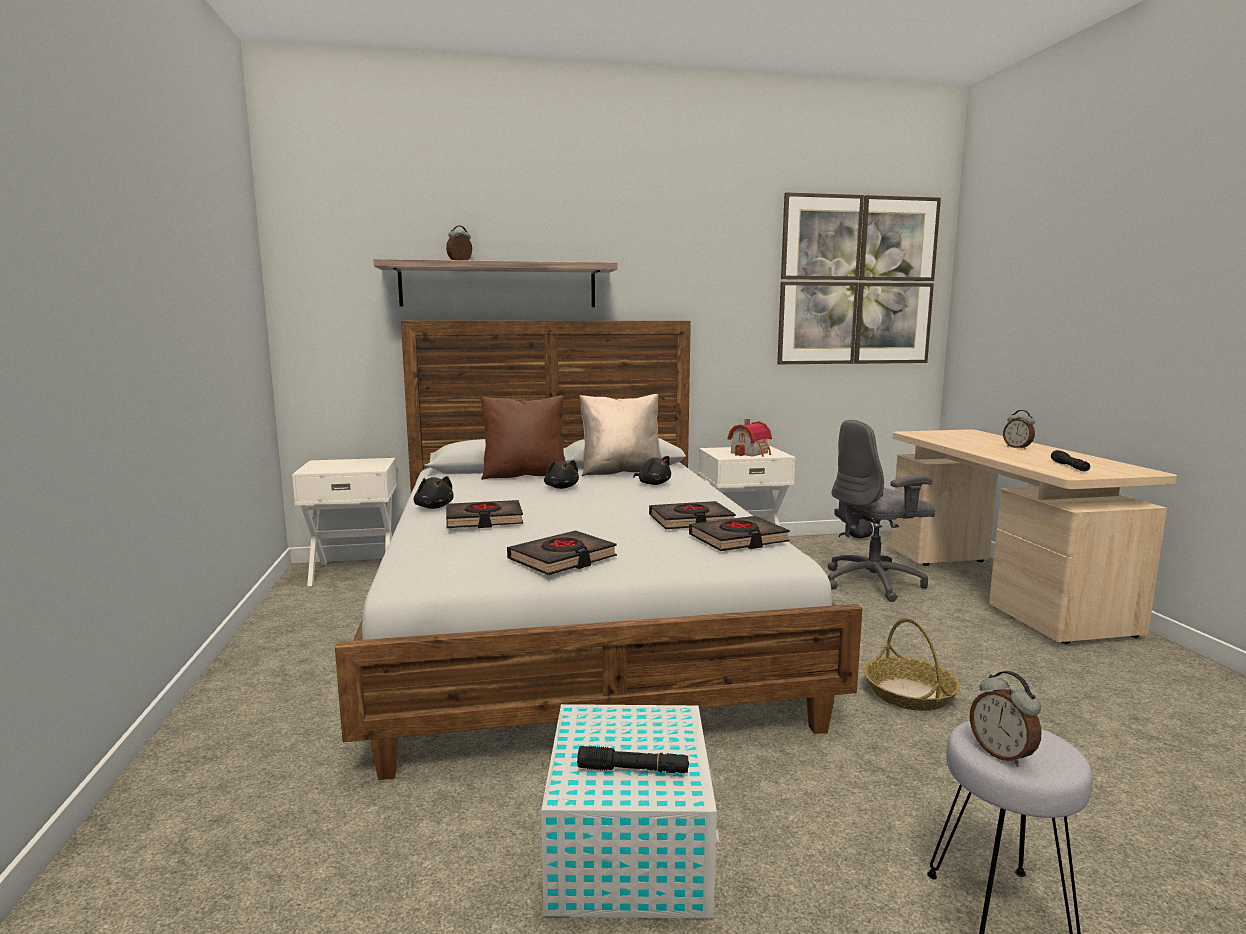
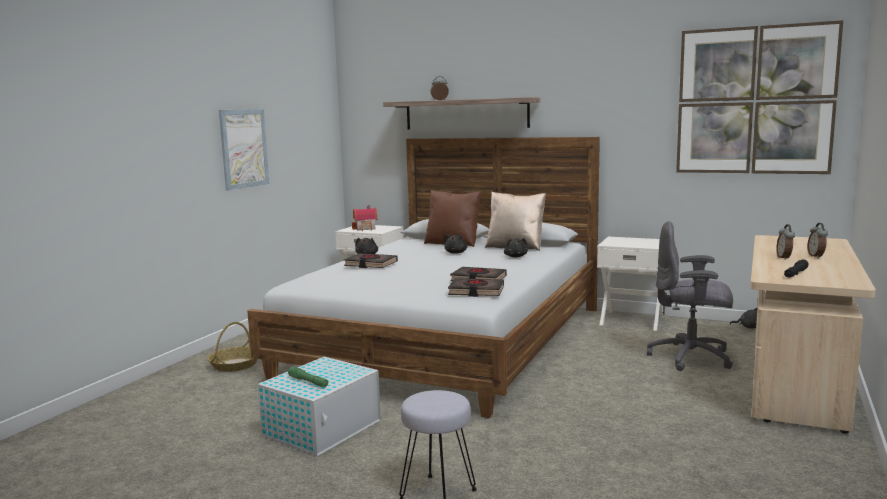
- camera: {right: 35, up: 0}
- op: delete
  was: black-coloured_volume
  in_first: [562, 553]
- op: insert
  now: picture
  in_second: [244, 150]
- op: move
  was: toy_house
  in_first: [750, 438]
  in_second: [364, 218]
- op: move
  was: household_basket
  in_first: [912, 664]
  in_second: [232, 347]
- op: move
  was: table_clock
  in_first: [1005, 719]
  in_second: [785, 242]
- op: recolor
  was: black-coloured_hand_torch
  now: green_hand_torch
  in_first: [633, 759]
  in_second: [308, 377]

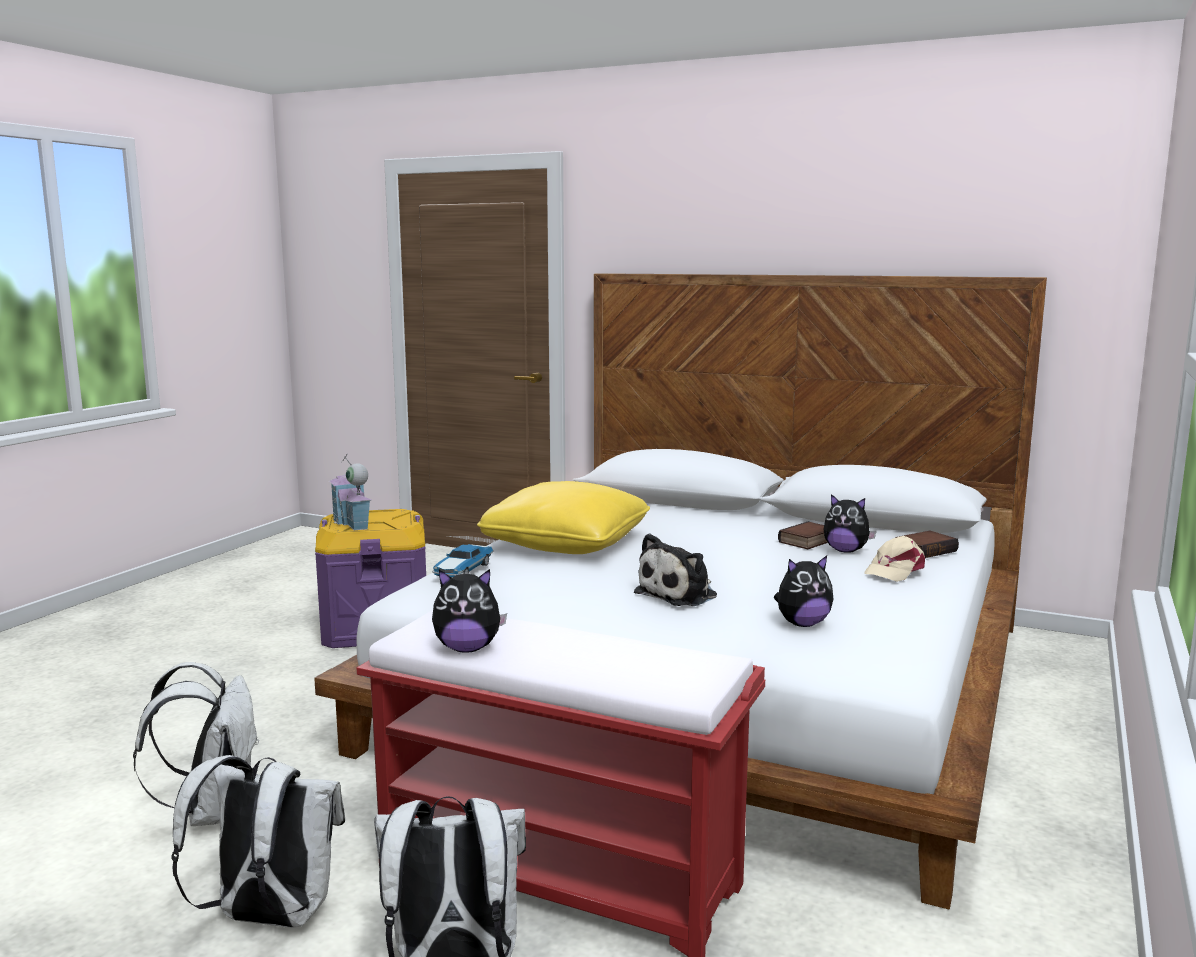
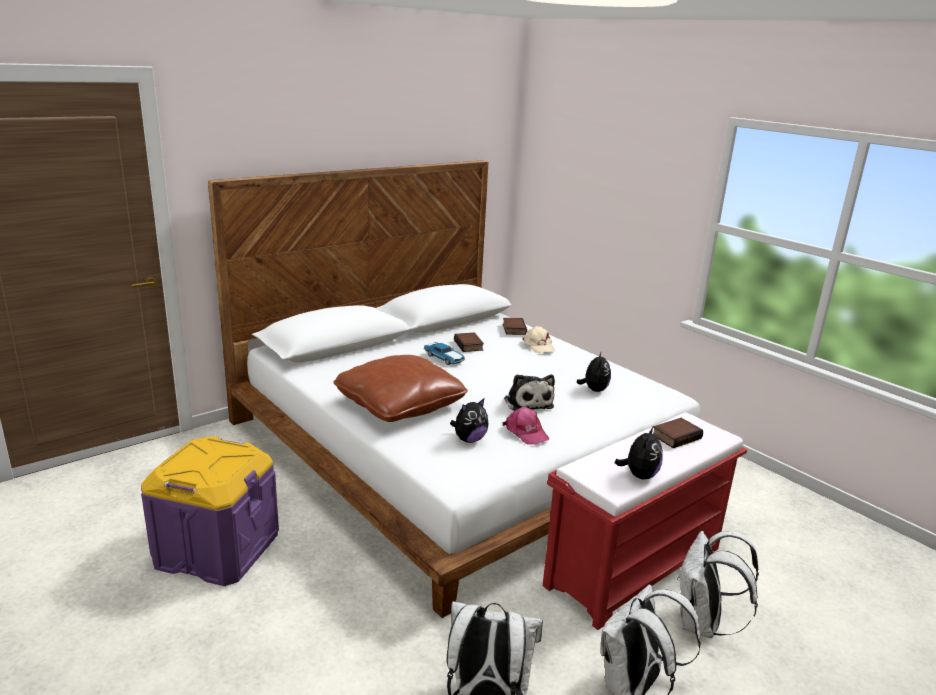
- camera: {right: -65, up: 10}
- op: delete
  was: toy_house
  in_first: [350, 492]
- op: insert
  now: pink-coloured_cap
  in_second: [526, 426]
- op: insert
  now: volume
  in_second: [678, 433]
- op: move
  was: model_car
  in_first: [462, 560]
  in_second: [444, 353]
- op: move
  was: soft_toy
  in_first: [849, 523]
  in_second: [469, 420]
- op: recolor
  was: yellowish_throw_pillow
  now: brown_throw_pillow
  in_first: [563, 517]
  in_second: [400, 388]

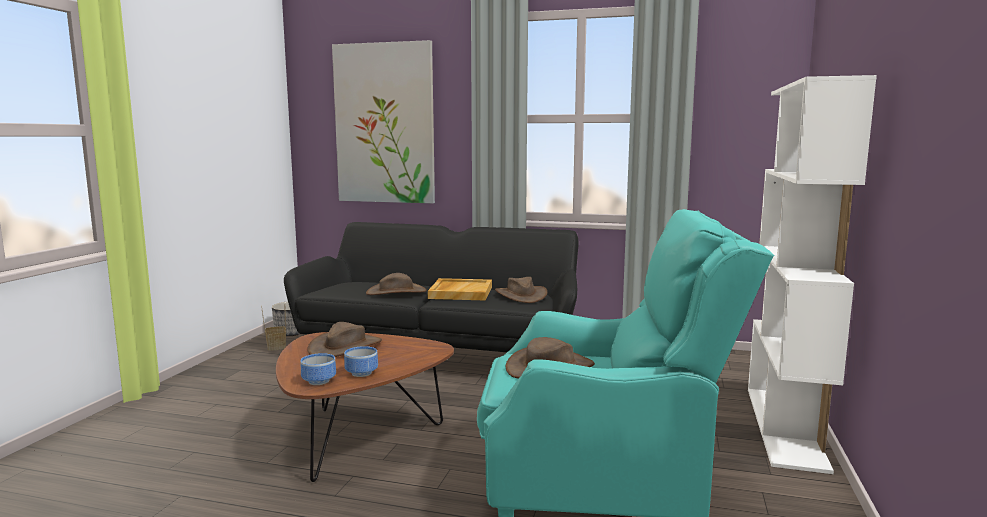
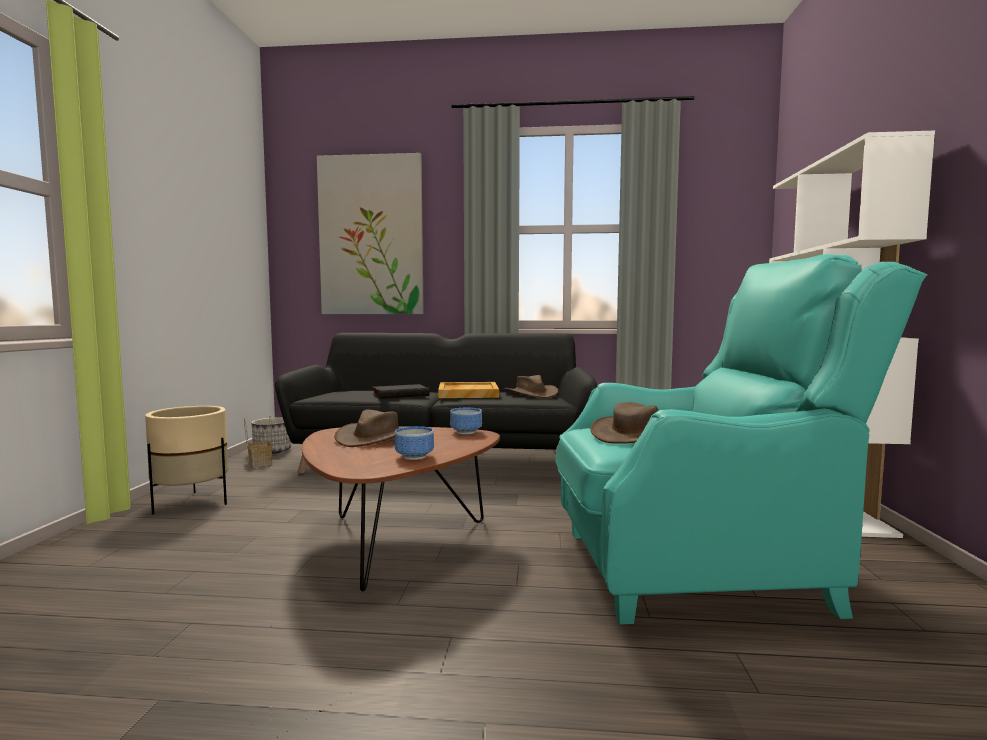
- camera: {right: -10, up: -5}
- op: insert
  now: sand-coloured_plant_pot
  in_second: [187, 460]
- op: move
  was: serving_bowl
  in_first: [318, 369]
  in_second: [466, 421]
- op: replace
  was: brown_wearable_hat
  now: black-coloured_volume
  in_first: [396, 284]
  in_second: [400, 391]

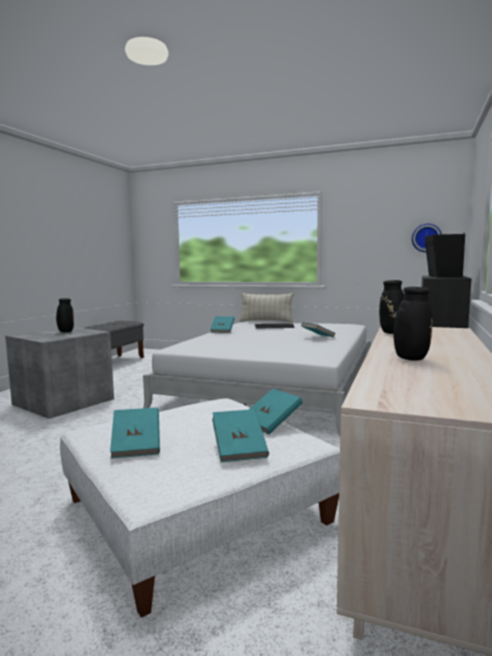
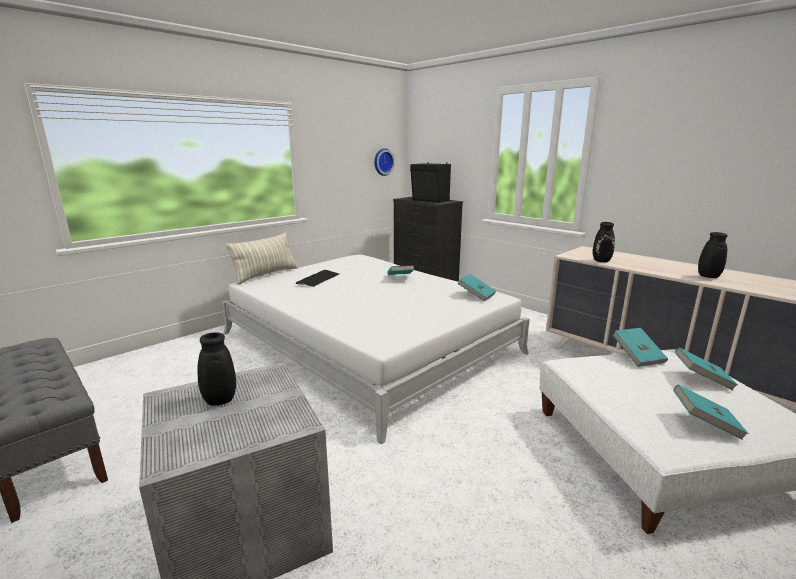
- camera: {right: -65, up: 10}
- op: move
  was: turquoise-coloured_volume
  in_first: [222, 324]
  in_second: [476, 288]

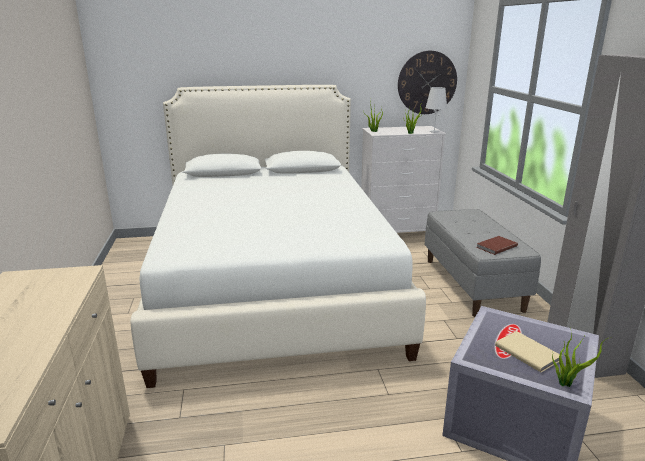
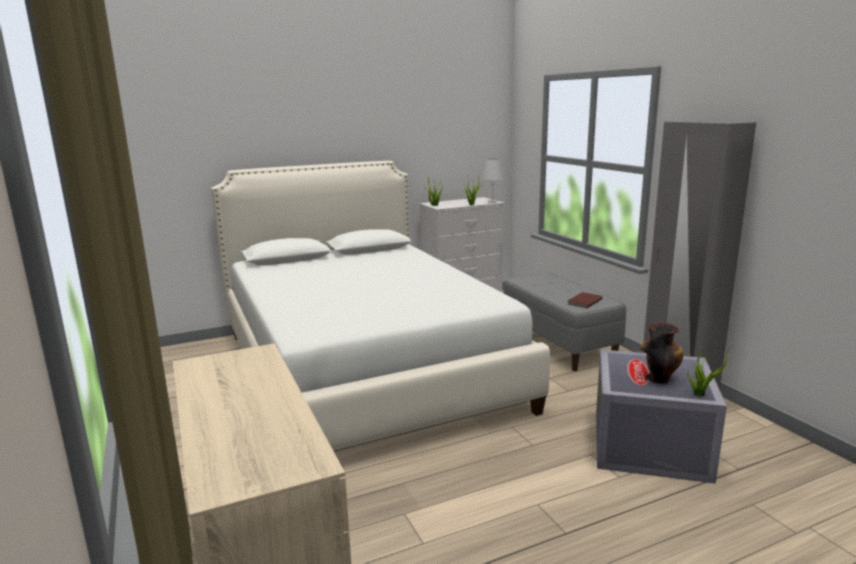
- camera: {right: -15, up: -5}
- op: delete
  was: hanging_clock
  in_first: [427, 82]
- op: replace
  was: sand-coloured_volume
  now: flower_vase
  in_first: [527, 351]
  in_second: [661, 353]

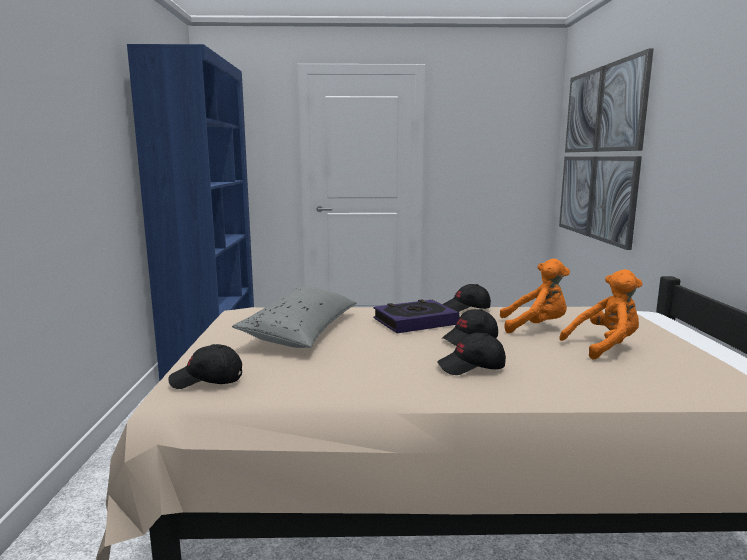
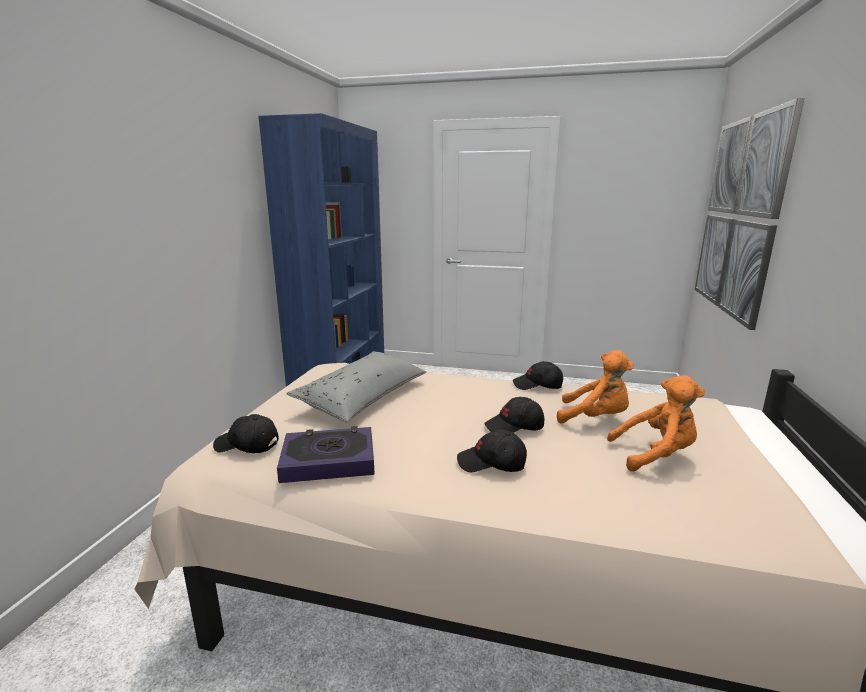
- camera: {right: 15, up: 5}
- op: move
  was: volume
  in_first: [416, 316]
  in_second: [325, 454]

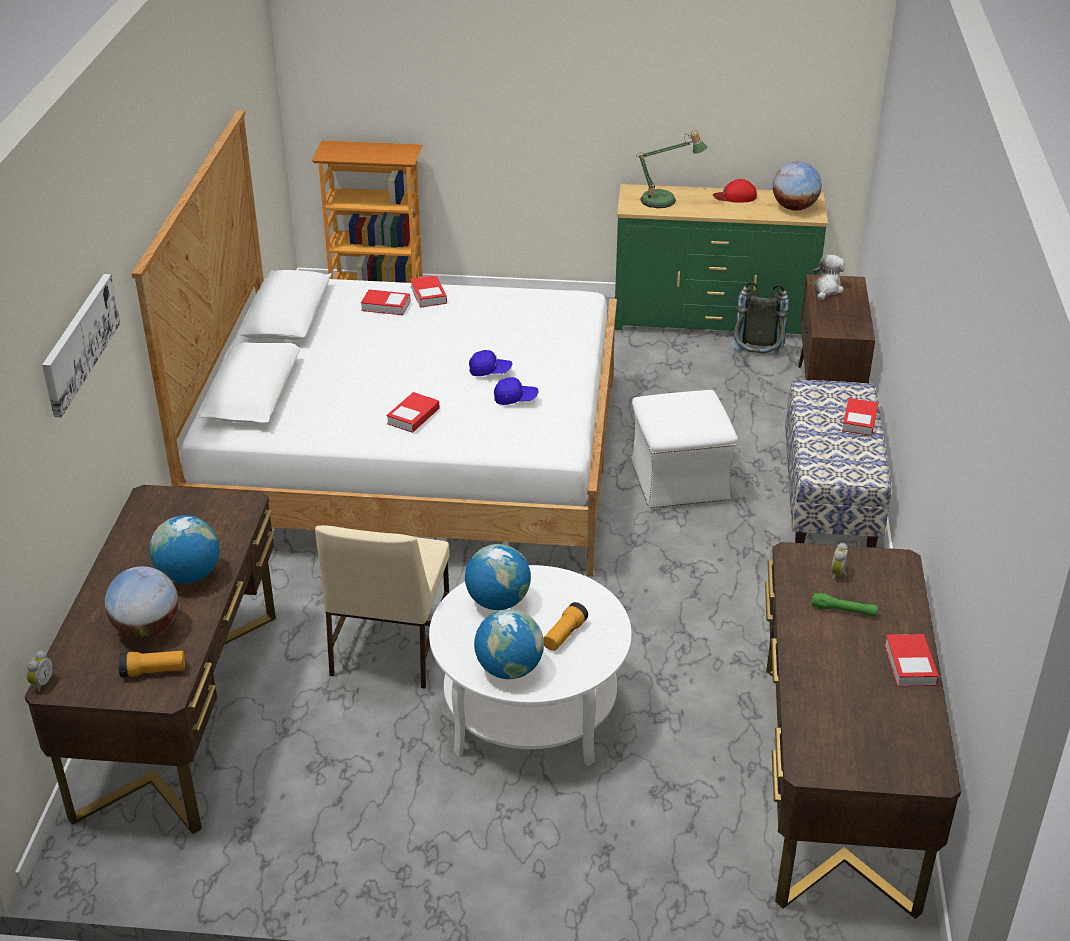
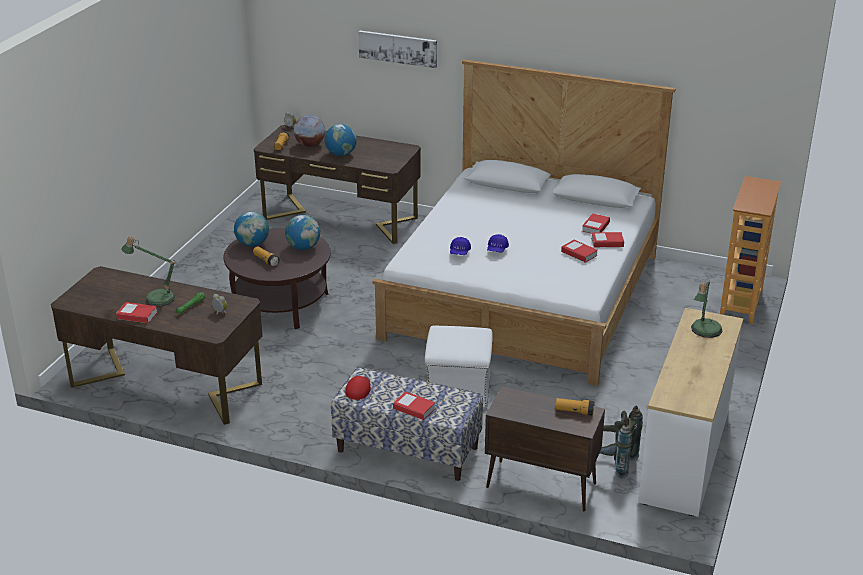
- camera: {right: 105, up: -5}
- op: delete
  was: sand-coloured_upright_chair
  in_first: [382, 607]
- op: delete
  was: desk_globe
  in_first: [797, 186]
- op: insert
  now: table_lamp
  in_second: [149, 271]
- op: move
  was: volume
  in_first: [413, 412]
  in_second: [579, 251]
- op: move
  was: reddish_cap
  in_first: [735, 191]
  in_second: [358, 388]
- op: replace
  was: soft_toy
  now: hand_torch
  in_first: [829, 278]
  in_second: [574, 407]
- op: recolor
  was: white_coffee_table
  now: brown_coffee_table
  in_first: [530, 665]
  in_second: [277, 278]
- op: recolor
  was: green_drawer_chest
  now: white_drawer_chest
  in_first: [721, 259]
  in_second: [690, 412]

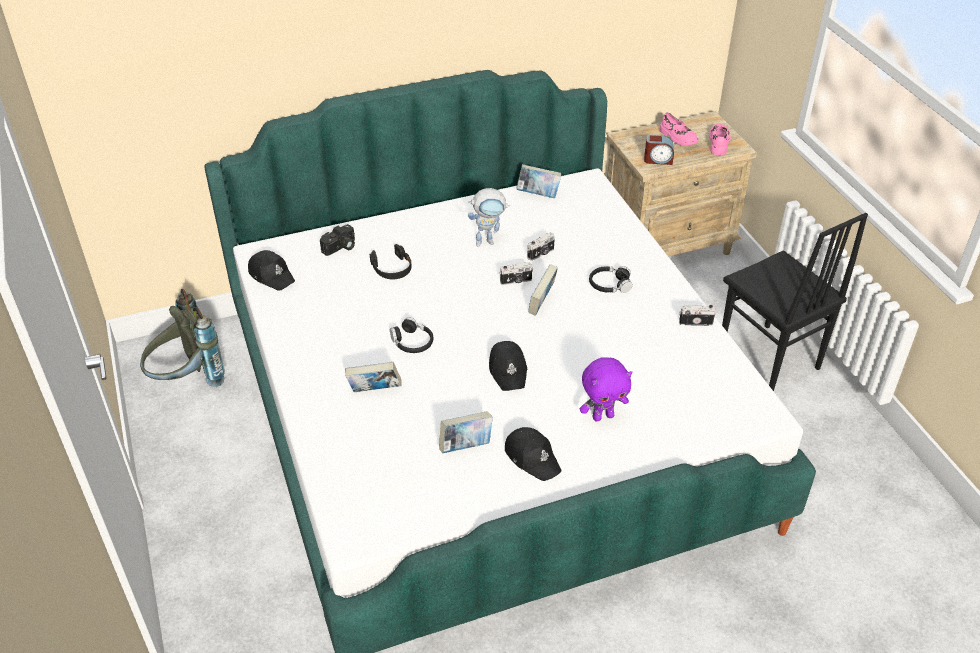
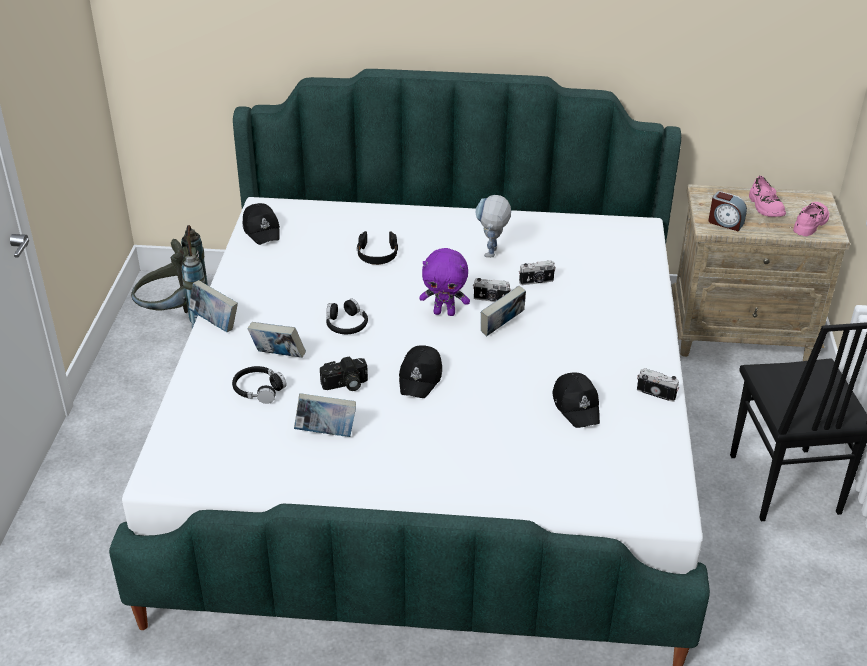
- camera: {right: 25, up: -5}
- op: move
  was: still_camera
  in_first: [337, 240]
  in_second: [344, 373]
- op: move
  was: black-coloured_cap
  in_first: [533, 454]
  in_second: [576, 400]
- op: move
  was: volume
  in_first: [538, 181]
  in_second: [213, 306]
- op: move
  was: purplish_soft_toy
  in_first: [606, 389]
  in_second: [444, 282]
- op: move
  was: black-coloured_headphones
  in_first: [611, 279]
  in_second: [259, 385]
- op: rotate
  was: toy_robot
  in_first: [489, 217]
  in_second: [493, 226]
  clockwise: 90

